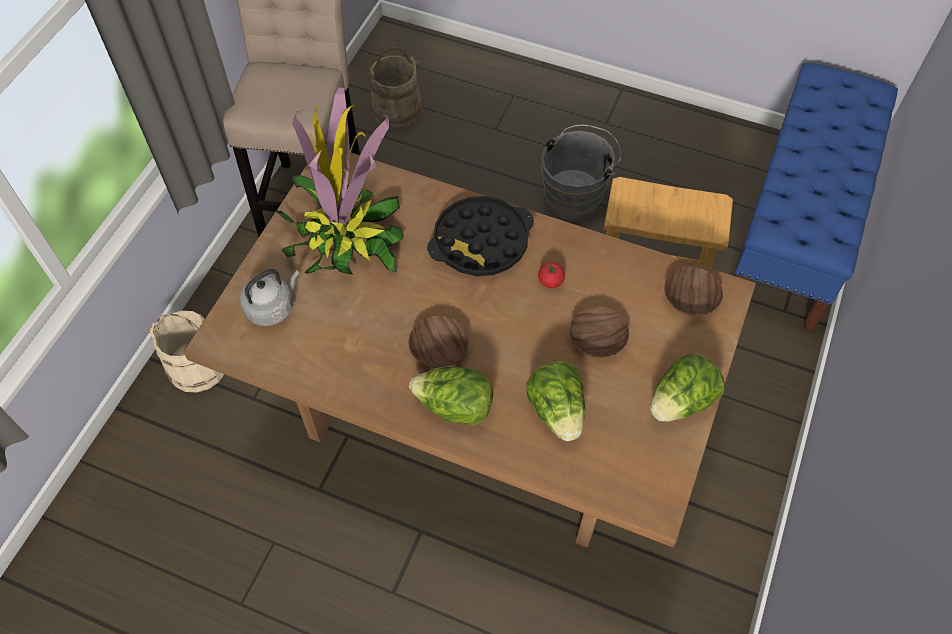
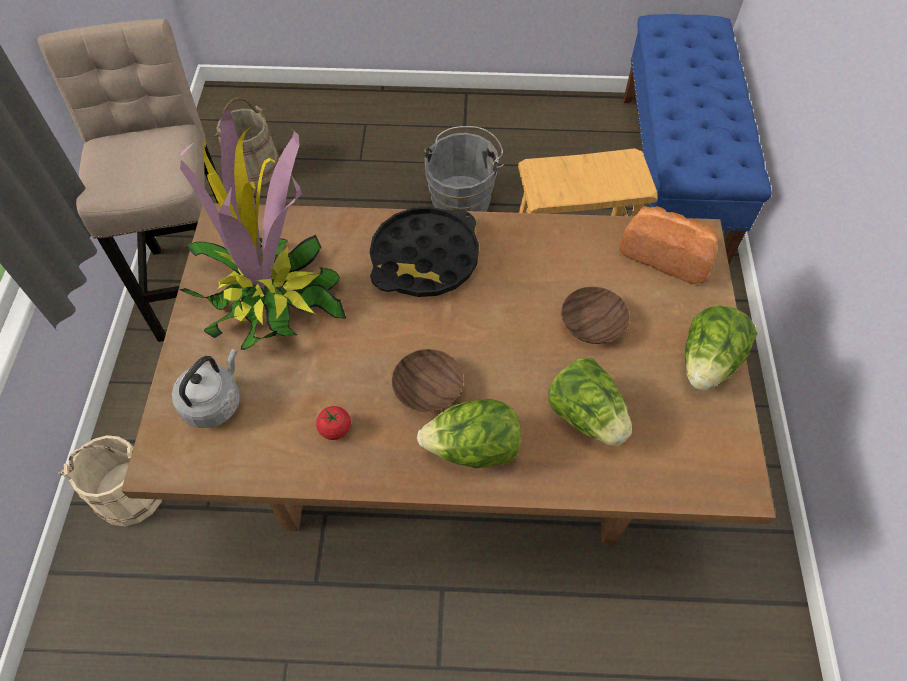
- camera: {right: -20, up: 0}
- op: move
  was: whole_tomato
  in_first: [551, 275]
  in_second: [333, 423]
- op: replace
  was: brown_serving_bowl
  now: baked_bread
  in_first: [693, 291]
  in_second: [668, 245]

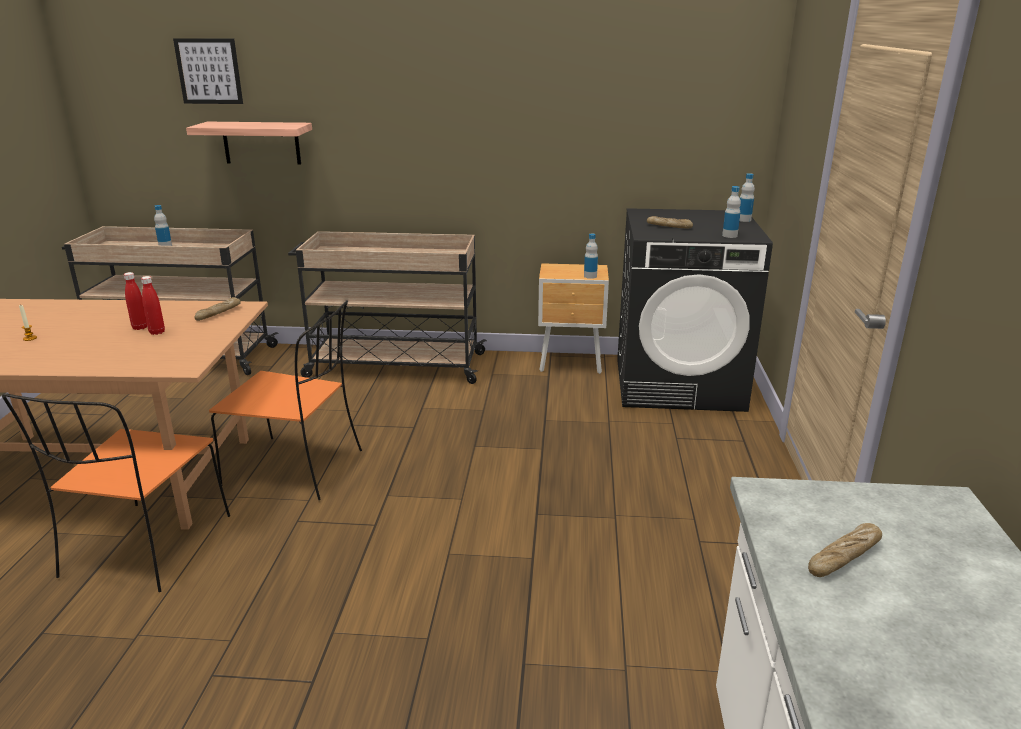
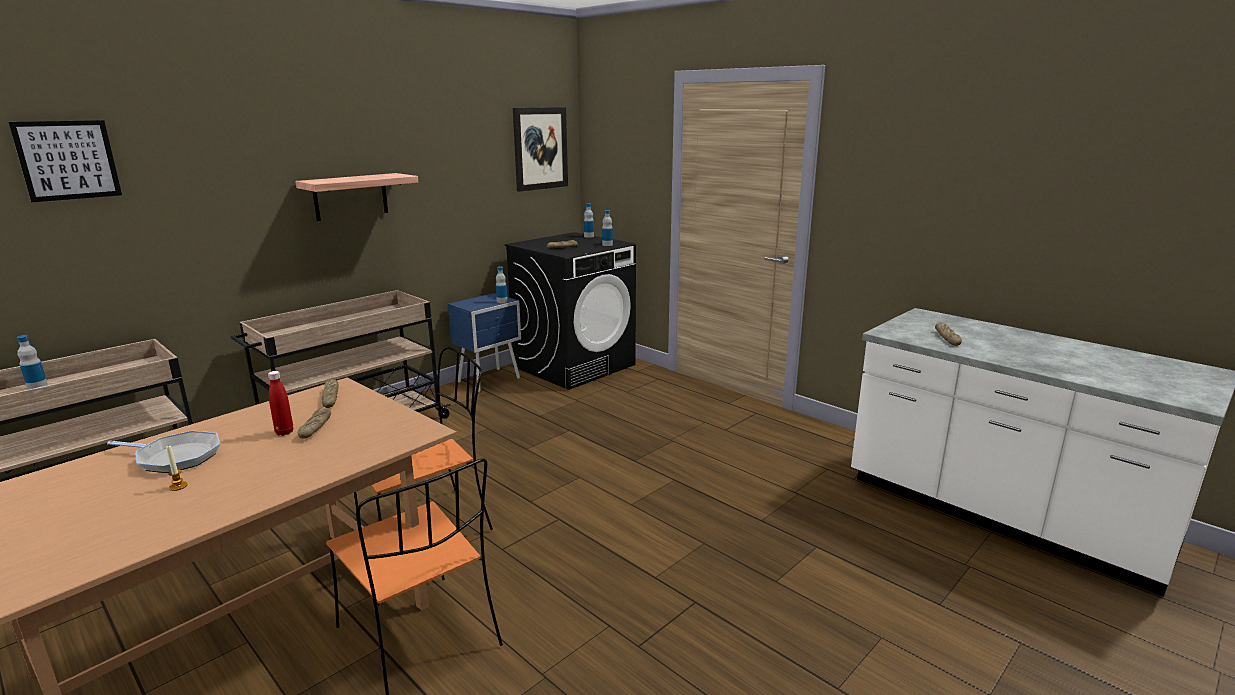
- camera: {right: -50, up: -5}
- op: insert
  now: frying_pan
  in_second: [163, 452]
- op: insert
  now: picture
  in_second: [540, 149]
- op: move
  was: shelf
  in_first: [249, 143]
  in_second: [356, 197]
- op: replace
  was: reddish_beverage_bottle
  now: baked_bread
  in_first: [153, 305]
  in_second: [314, 423]
- op: recolor
  was: brown_nightstand
  now: bluish_nightstand
  in_first: [573, 318]
  in_second: [484, 342]

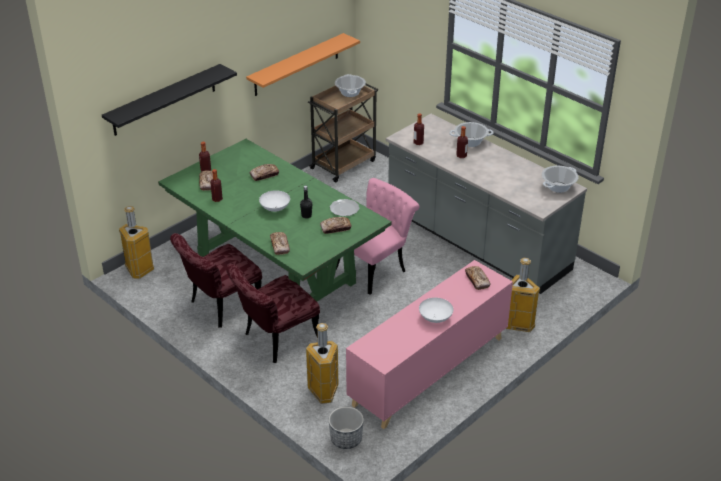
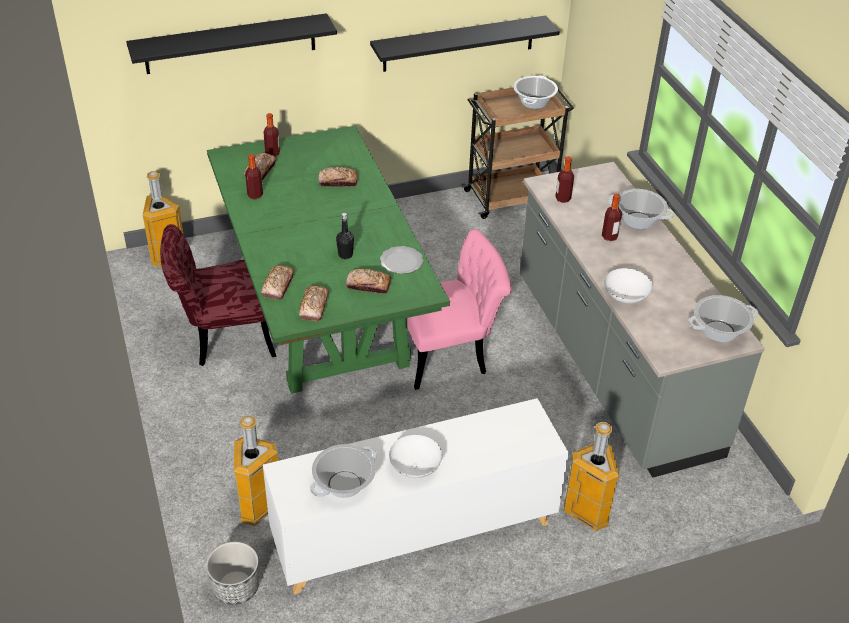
- camera: {right: 25, up: 5}
- op: delete
  was: reddish_upright_chair
  in_first: [273, 313]
- op: insert
  now: stockpot
  in_second: [343, 471]
- op: move
  was: white_serving_bowl
  in_first: [274, 201]
  in_second: [628, 286]
- op: move
  was: baked_bread
  in_first: [478, 278]
  in_second: [314, 303]
- op: recolor
  was: orangey_shelf
  now: black-coloured_shelf
  in_first: [303, 64]
  in_second: [465, 43]
- op: recolor
  was: pink-coloured_storage_cabinet
  now: white_storage_cabinet
  in_first: [429, 344]
  in_second: [416, 496]

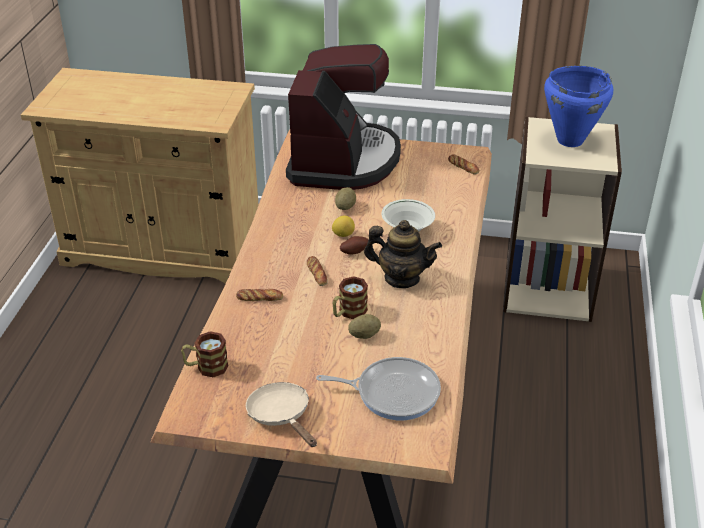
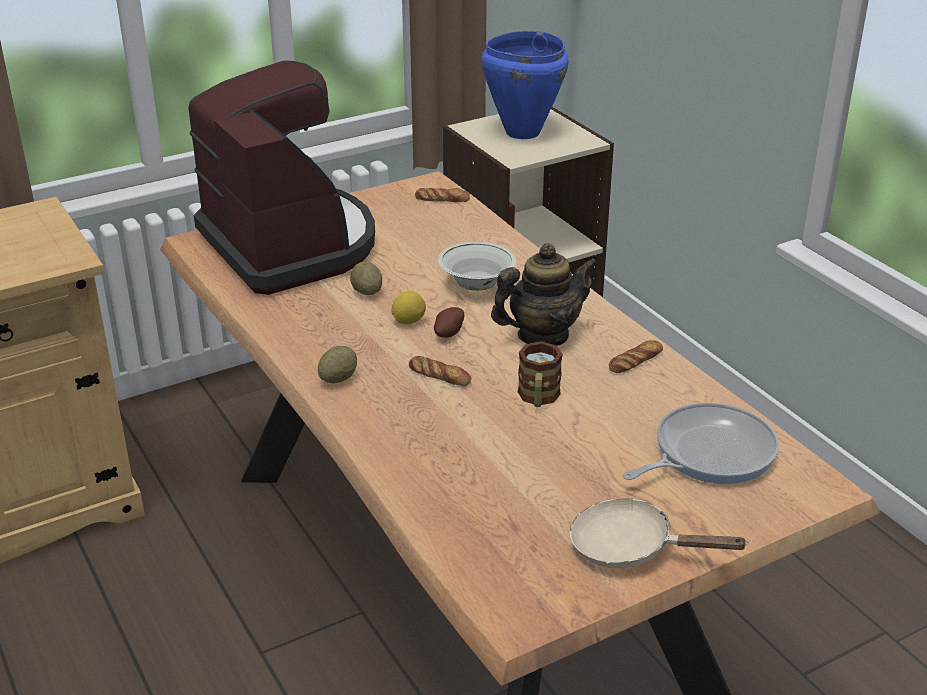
- camera: {right: -40, up: -5}
- op: delete
  was: mug
  in_first: [205, 354]
- op: move
  was: baked_bread
  in_first: [259, 295]
  in_second: [636, 356]
- op: move
  was: whole_potato
  in_first: [364, 326]
  in_second: [337, 364]

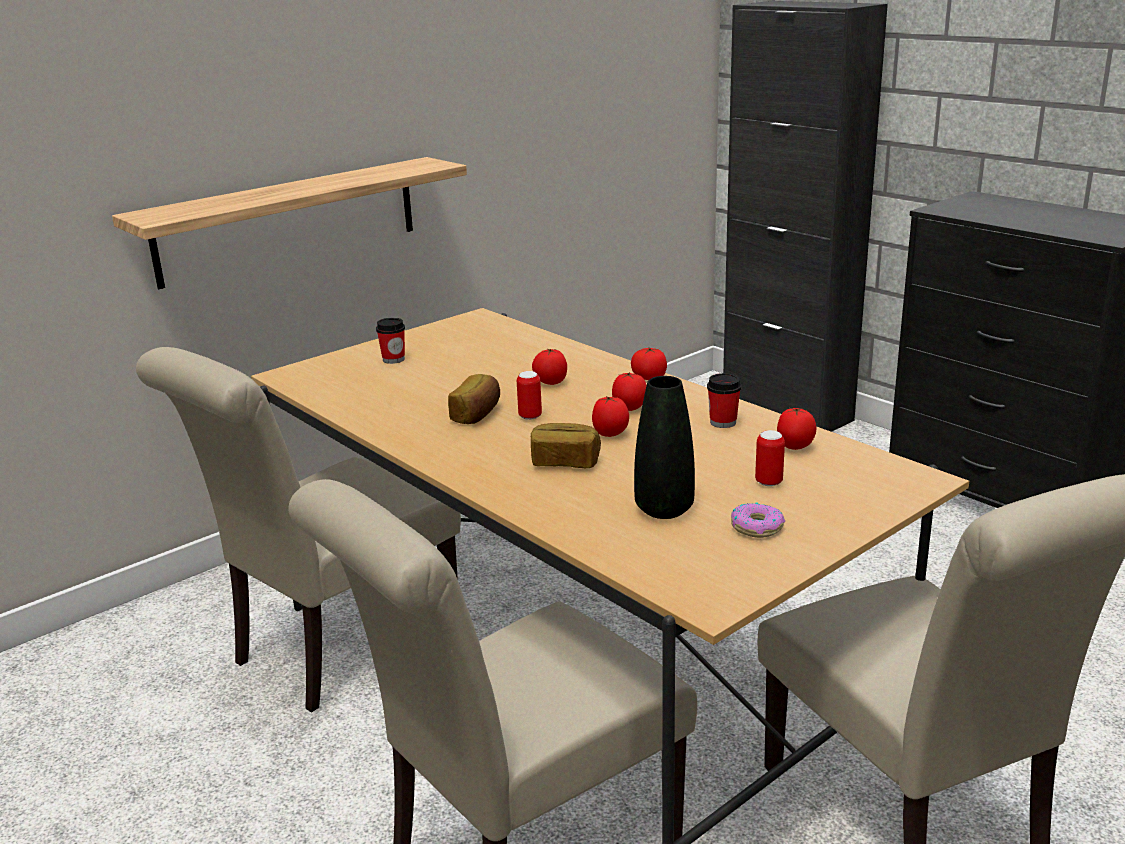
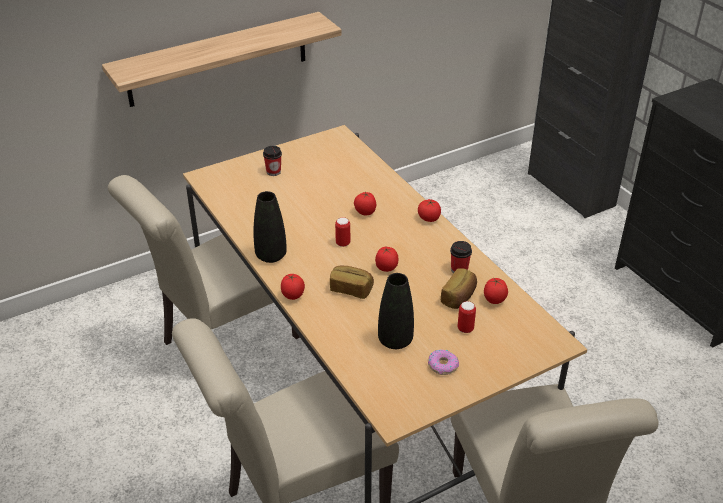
- camera: {right: 10, up: 15}
- op: insert
  now: black-coloured_flower_vase
  in_second: [270, 227]
- op: move
  was: baked_bread
  in_first: [474, 399]
  in_second: [459, 288]
- op: move
  was: whole_tomato
  in_first: [629, 391]
  in_second: [293, 286]

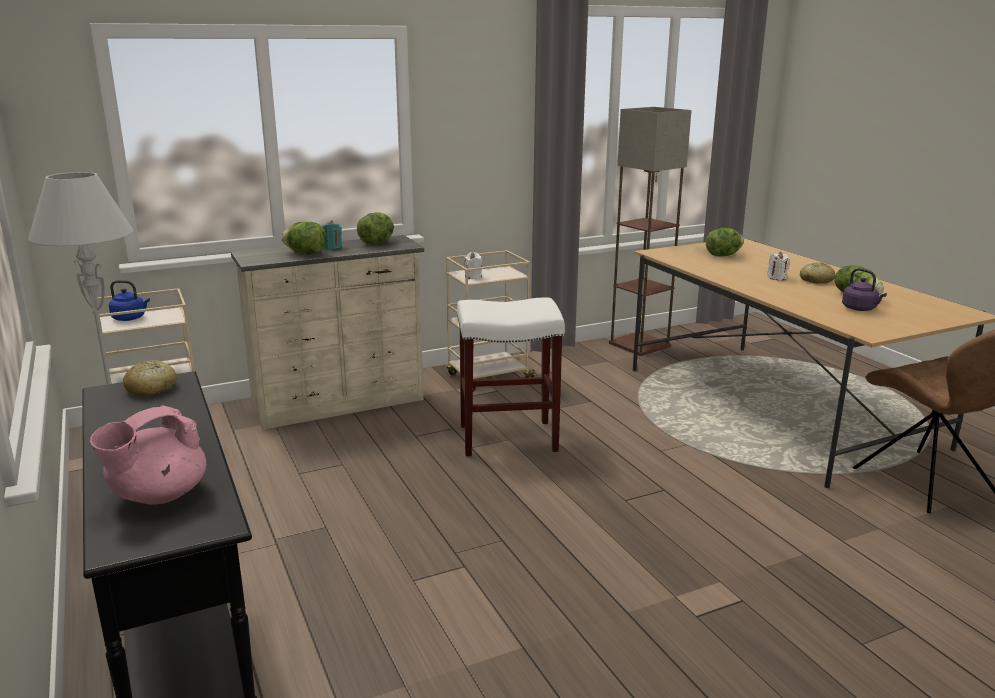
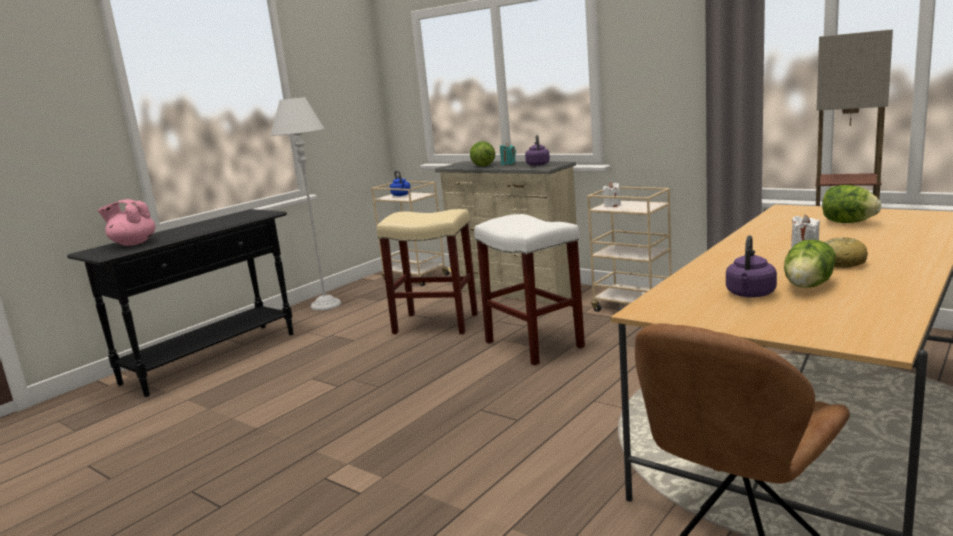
- camera: {right: 65, up: -5}
- op: delete
  was: baked_bread
  in_first: [150, 378]
- op: insert
  now: sand-coloured_sitting_stool
  in_second: [427, 271]
- op: replace
  was: head_of_lettuce
  now: purplish_kettle
  in_first: [375, 228]
  in_second: [537, 150]

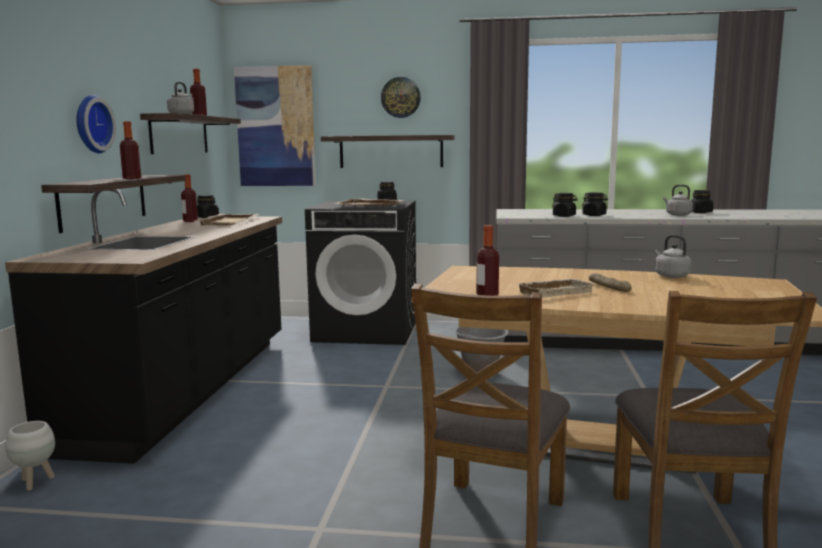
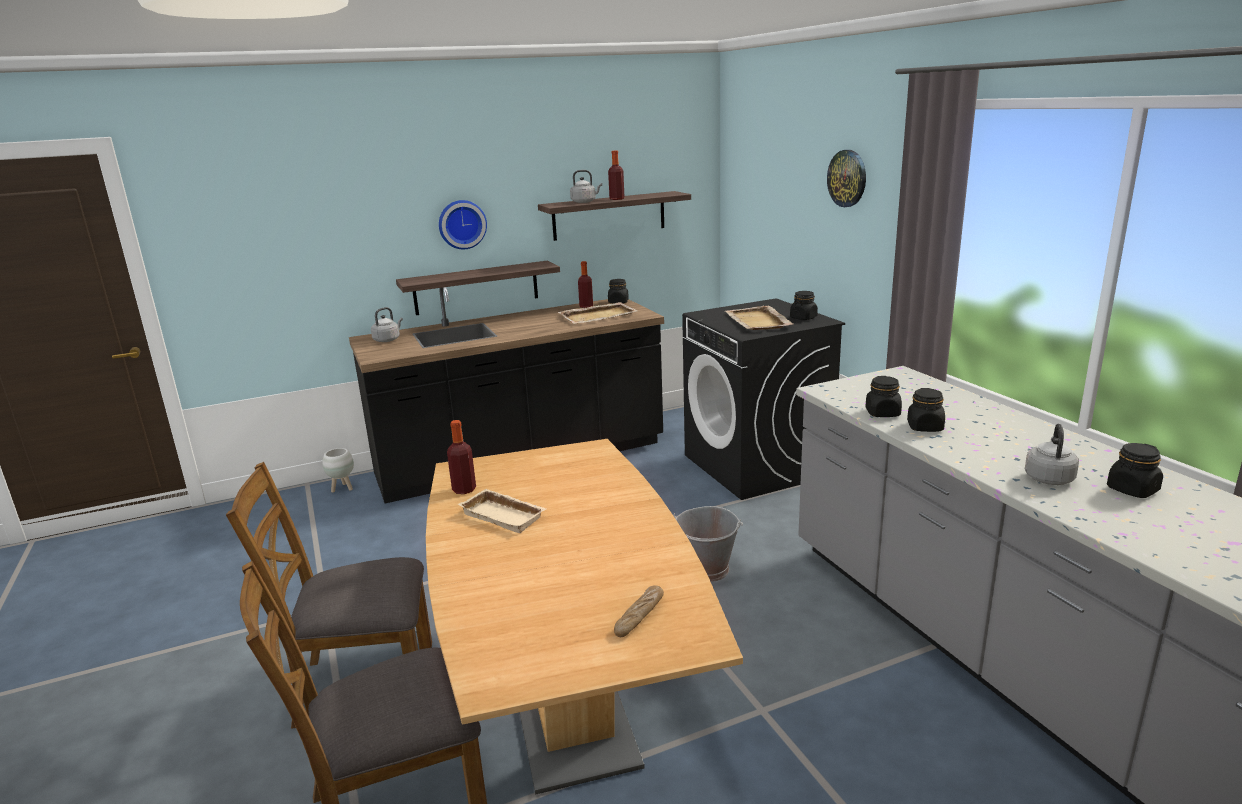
- camera: {right: 60, up: 10}
- op: delete
  was: beverage_bottle
  in_first: [130, 150]
- op: delete
  was: picture
  in_first: [275, 125]
- op: delete
  was: shelf
  in_first: [388, 151]
- op: move
  was: baked_bread
  in_first: [610, 282]
  in_second: [639, 611]
- op: move
  was: gray_kettle
  in_first: [673, 256]
  in_second: [387, 324]

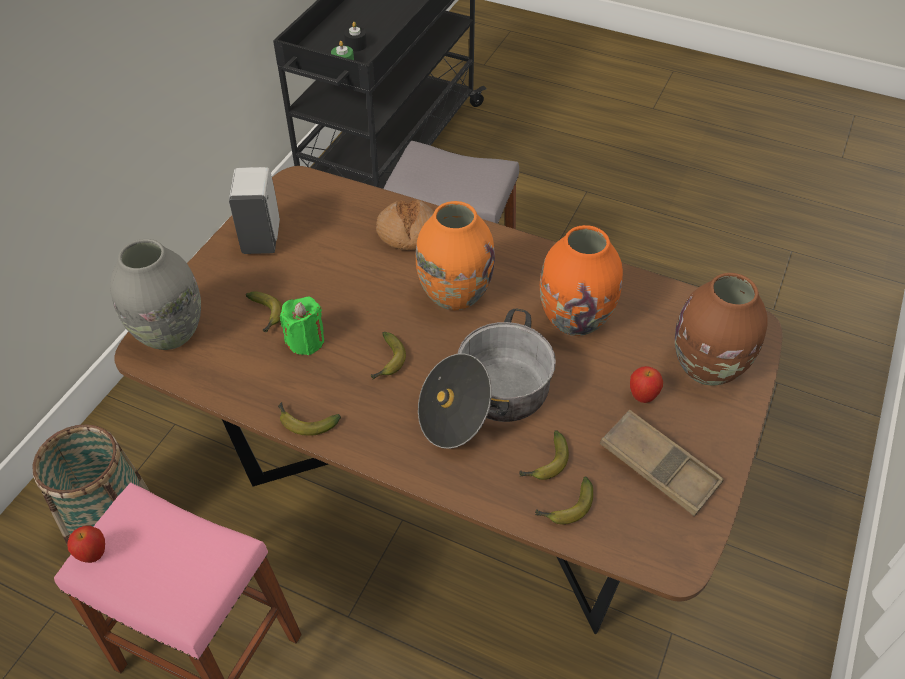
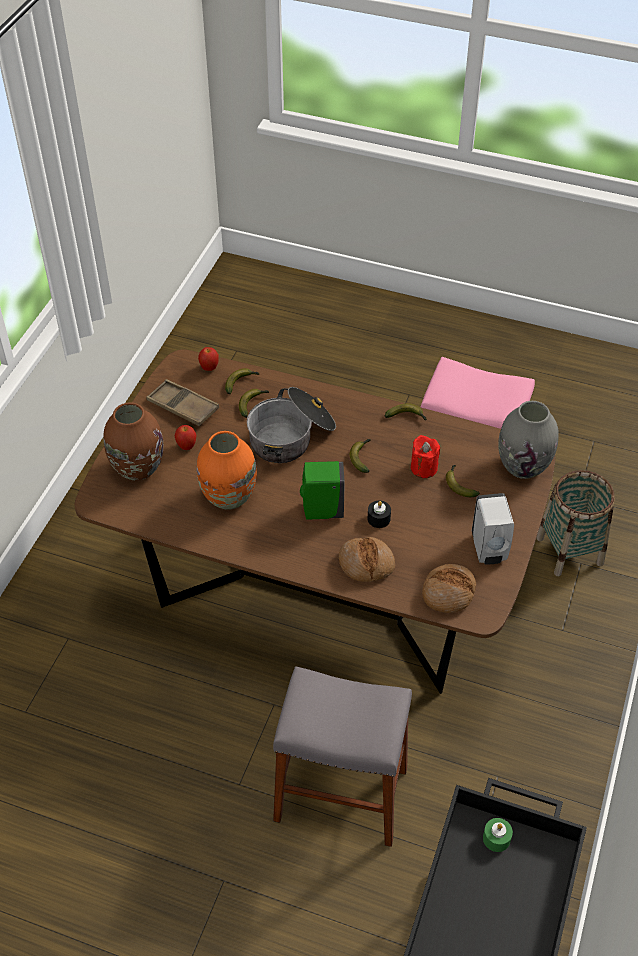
- camera: {right: 175, up: 0}
- op: insert
  now: baked_bread
  in_second: [449, 588]
- op: move
  was: apple_fruit
  in_first: [86, 544]
  in_second: [208, 359]
- op: move
  was: black-coloured_wax_light
  in_first: [355, 36]
  in_second: [379, 514]
- op: replace
  was: orangey_flower_vase
  now: green_soap_bottle
  in_first: [455, 255]
  in_second: [322, 490]
- op: recolor
  was: green_wax_light
  now: reddish_wax_light
  in_first: [302, 325]
  in_second: [425, 456]

